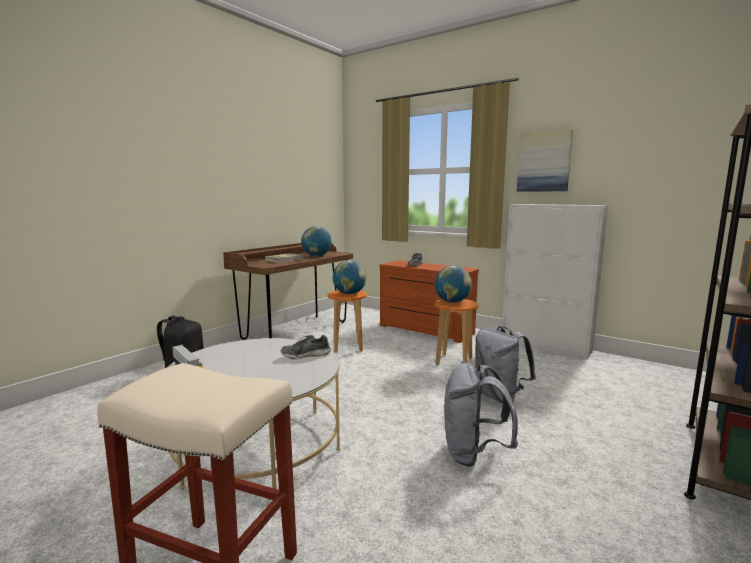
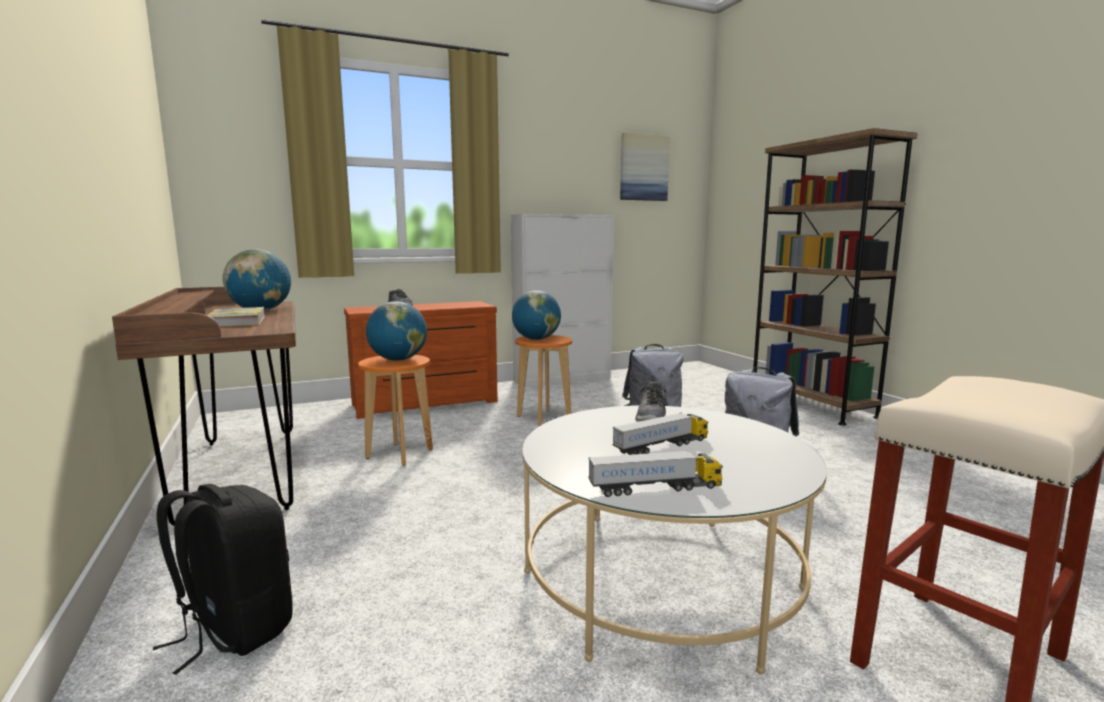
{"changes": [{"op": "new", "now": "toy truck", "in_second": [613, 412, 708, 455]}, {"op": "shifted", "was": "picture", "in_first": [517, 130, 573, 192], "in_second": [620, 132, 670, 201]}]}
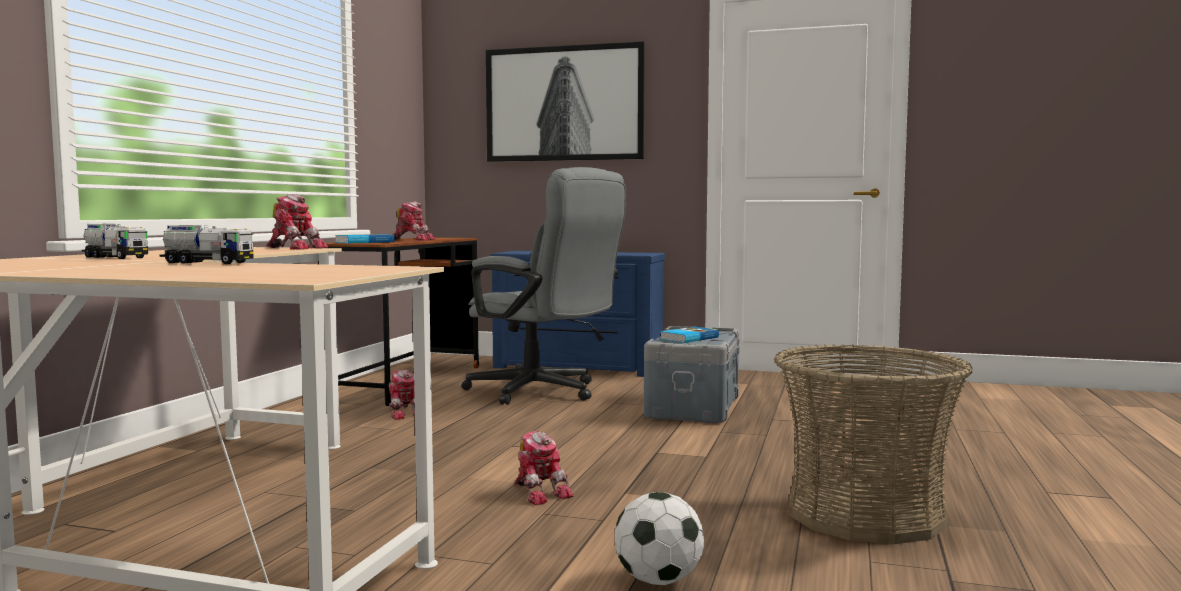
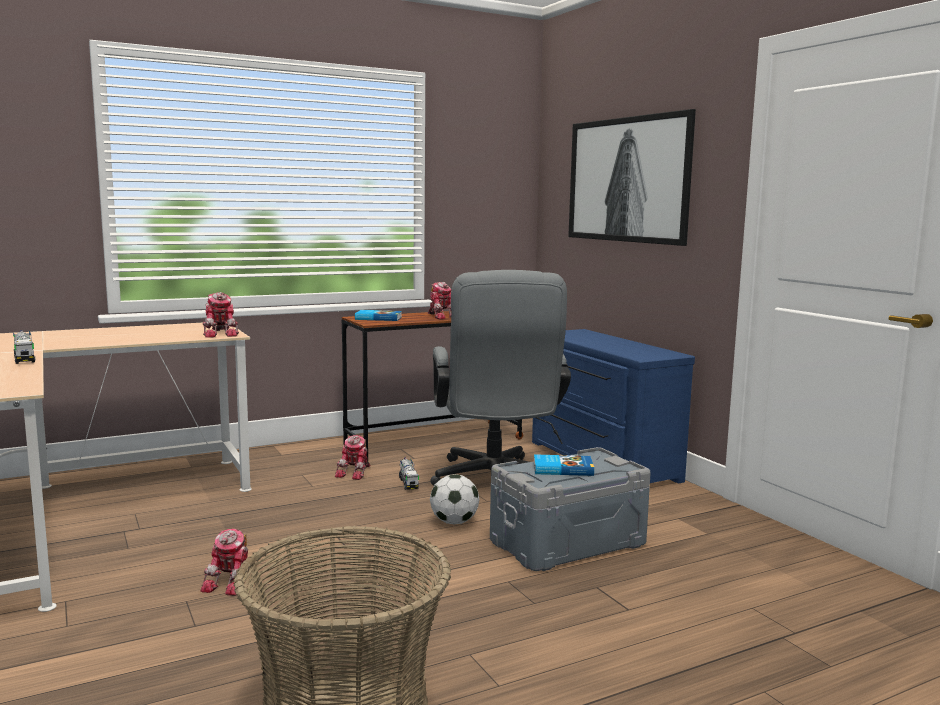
{"changes": [{"op": "shifted", "was": "toy truck", "in_first": [82, 224, 148, 259], "in_second": [399, 457, 419, 490]}, {"op": "shifted", "was": "football", "in_first": [615, 492, 704, 585], "in_second": [430, 474, 480, 524]}]}
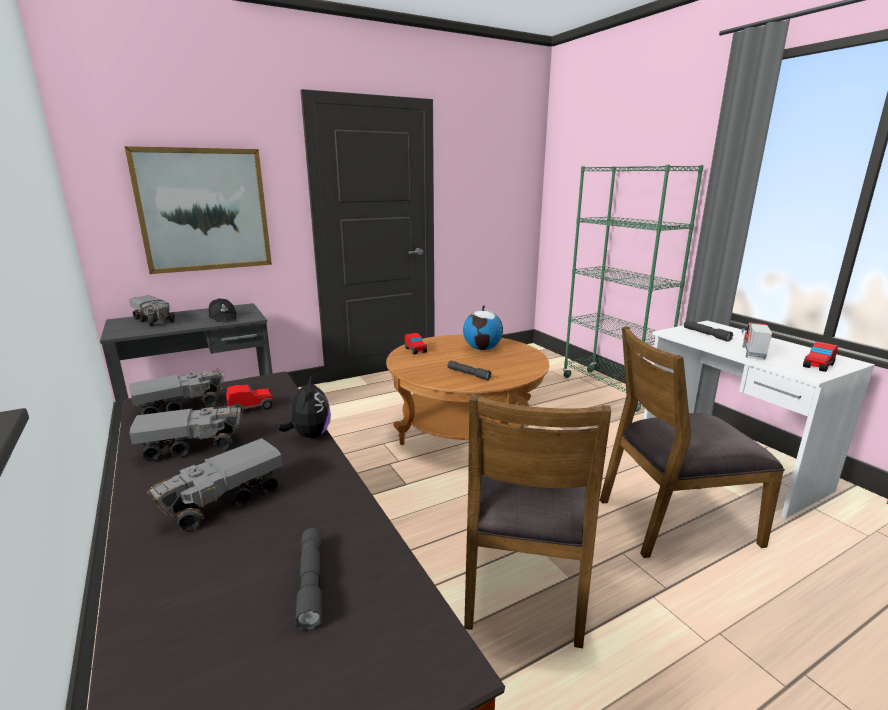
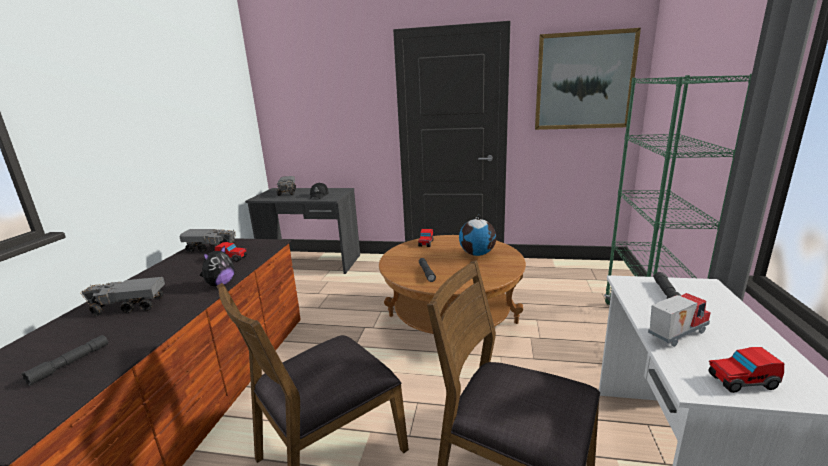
{"changes": [{"op": "gone", "was": "toy truck", "in_first": [129, 404, 243, 462]}, {"op": "shifted", "was": "picture", "in_first": [125, 146, 272, 274], "in_second": [535, 28, 641, 130]}]}
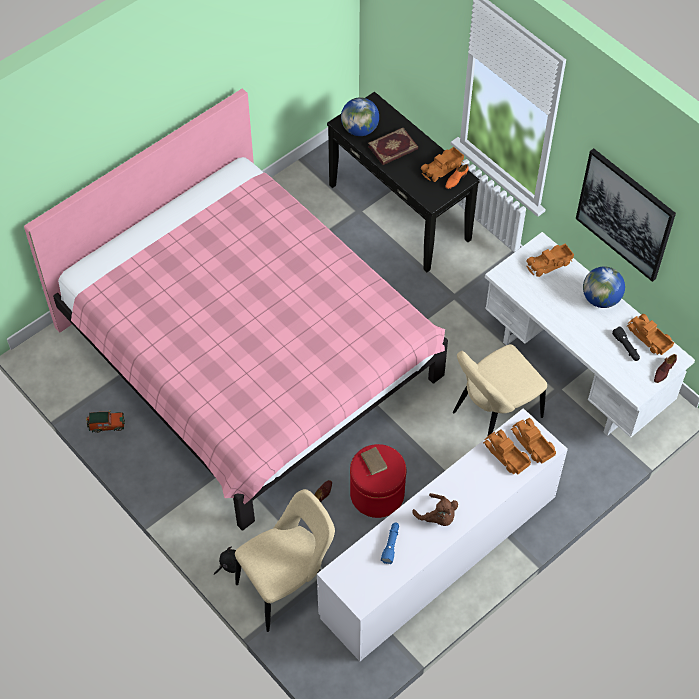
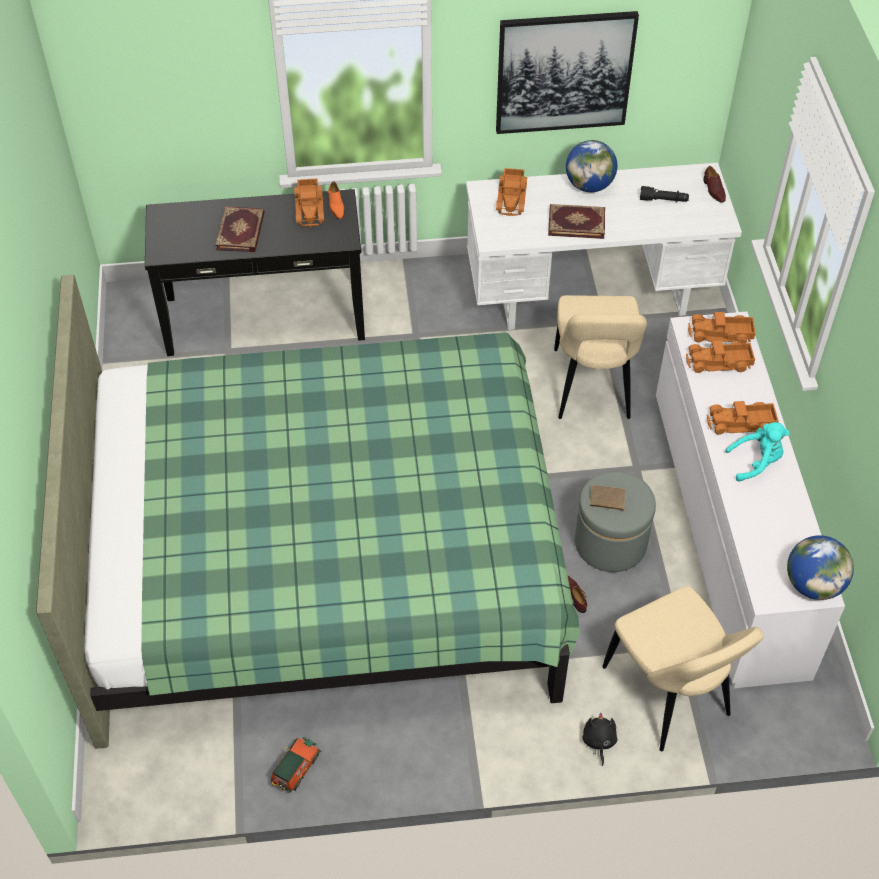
{"changes": [{"op": "gone", "was": "blue flashlight", "in_first": [381, 523, 399, 564]}, {"op": "new", "now": "book", "in_second": [548, 204, 605, 239]}, {"op": "shifted", "was": "globe", "in_first": [341, 97, 379, 136], "in_second": [787, 535, 854, 600]}, {"op": "shifted", "was": "toy truck", "in_first": [627, 314, 674, 355], "in_second": [707, 401, 779, 435]}, {"op": "repainted", "was": "pink bed", "now": "green bed", "in_first": [24, 89, 448, 531], "in_second": [36, 275, 580, 749]}, {"op": "repainted", "was": "red ottoman", "now": "grey ottoman", "in_first": [350, 444, 406, 518], "in_second": [575, 471, 656, 572]}, {"op": "repainted", "was": "brown plush toy", "now": "turquoise plush toy", "in_first": [412, 493, 458, 526], "in_second": [725, 422, 790, 482]}, {"op": "rotated", "was": "beige chair", "in_first": [235, 489, 335, 632], "in_second": [602, 586, 764, 752], "clockwise": 150}]}
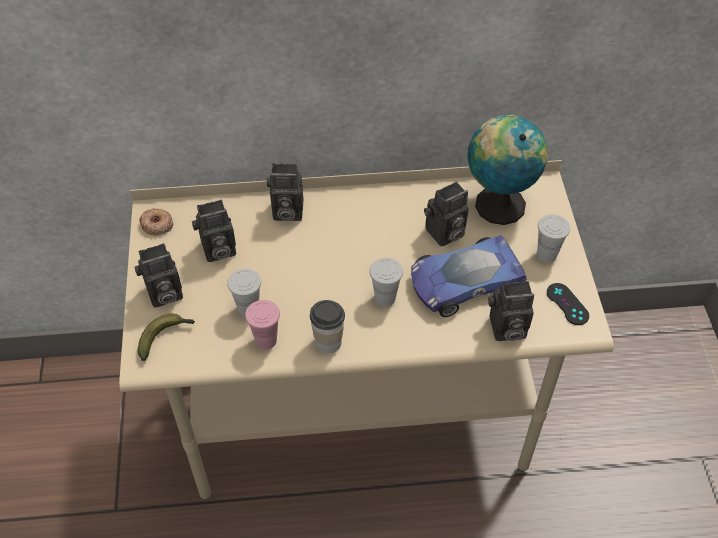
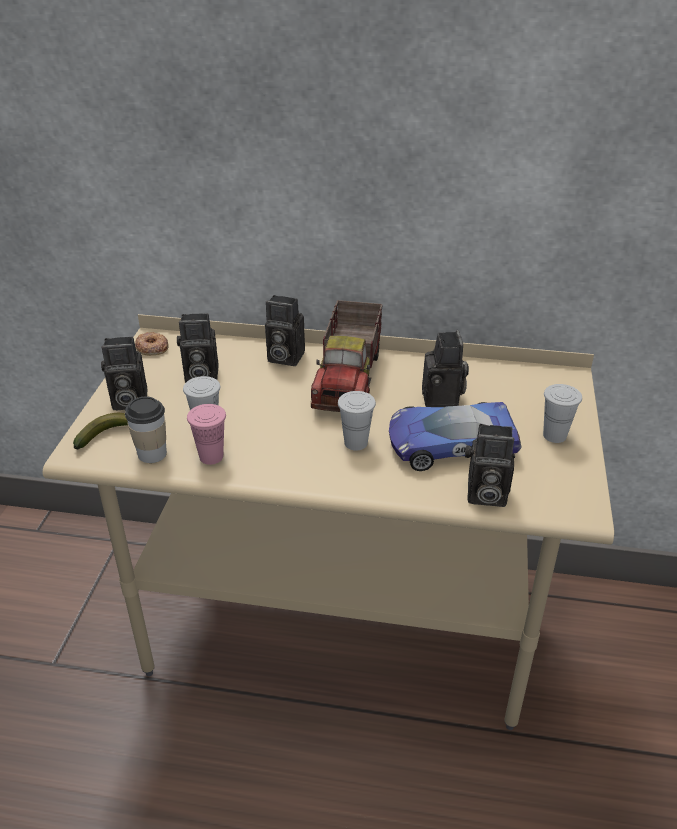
{"changes": [{"op": "gone", "was": "globe", "in_first": [468, 115, 548, 225]}, {"op": "gone", "was": "black game controller", "in_first": [547, 283, 589, 325]}, {"op": "new", "now": "toy truck", "in_second": [311, 300, 383, 412]}, {"op": "shifted", "was": "cup", "in_first": [310, 300, 345, 353], "in_second": [125, 396, 167, 463]}, {"op": "rotated", "was": "photo camera", "in_first": [424, 182, 469, 246], "in_second": [422, 330, 469, 407], "clockwise": -75}]}
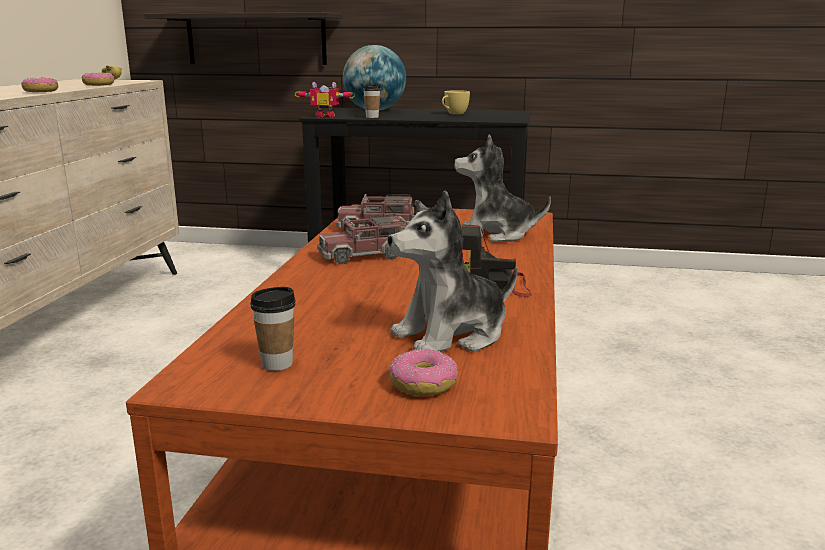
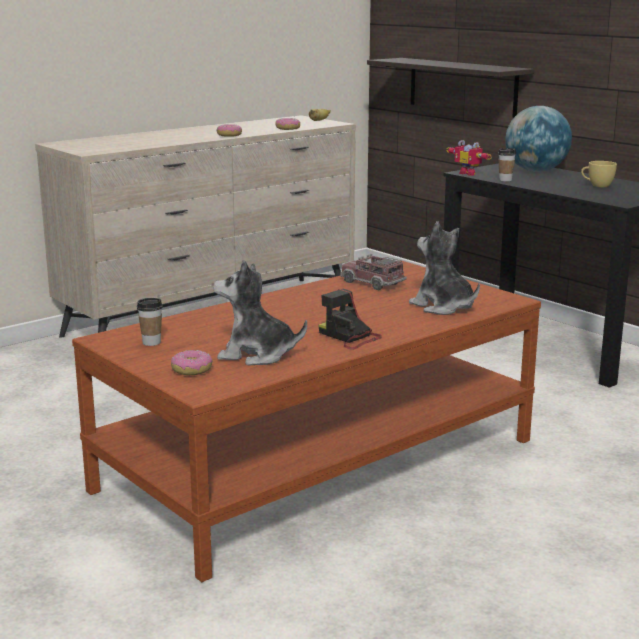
{"changes": [{"op": "gone", "was": "toy truck", "in_first": [317, 214, 407, 264]}]}
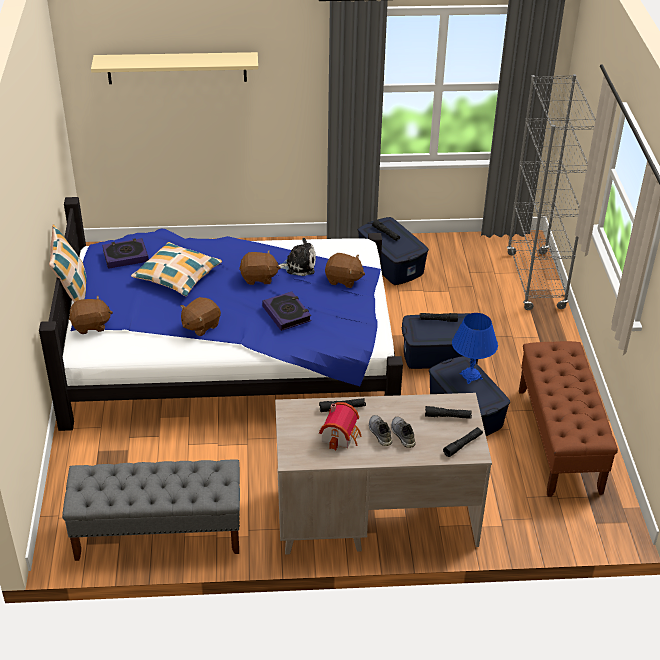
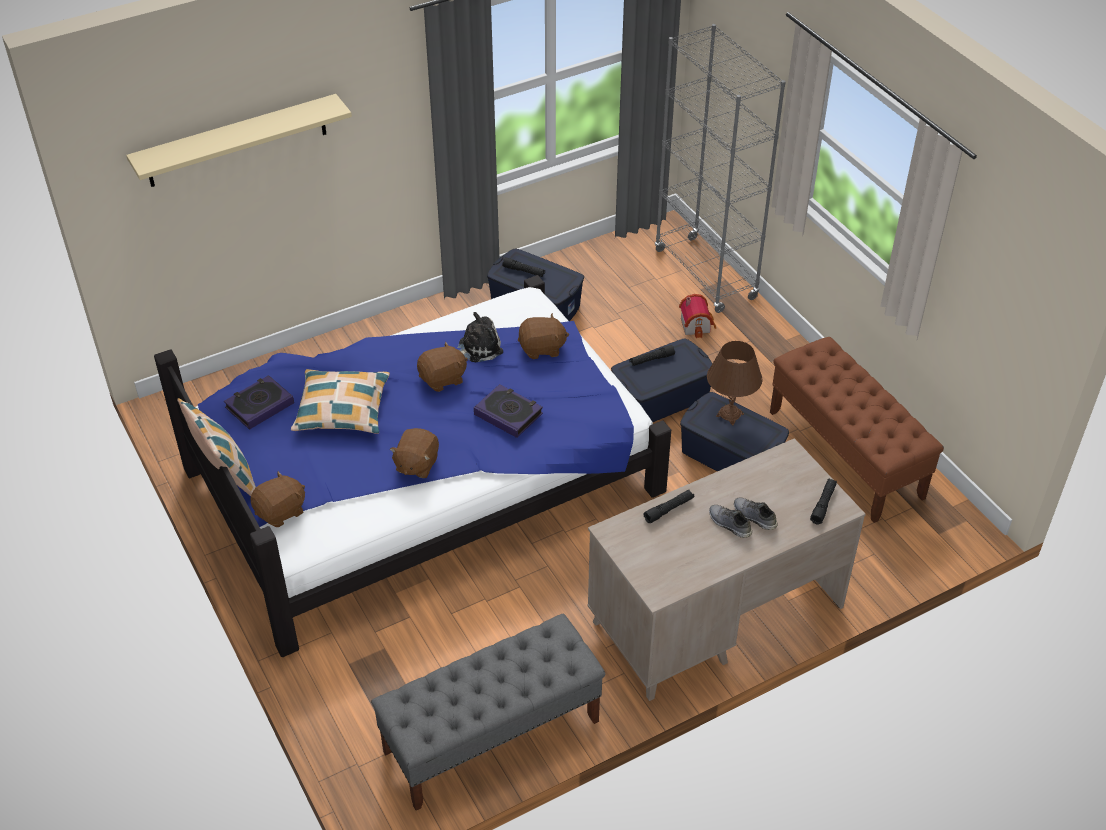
{"changes": [{"op": "gone", "was": "black flashlight", "in_first": [425, 406, 472, 419]}, {"op": "shifted", "was": "toy house", "in_first": [319, 402, 362, 450], "in_second": [679, 294, 716, 338]}, {"op": "repainted", "was": "blue table lamp", "now": "brown table lamp", "in_first": [452, 313, 498, 384], "in_second": [707, 341, 763, 425]}]}
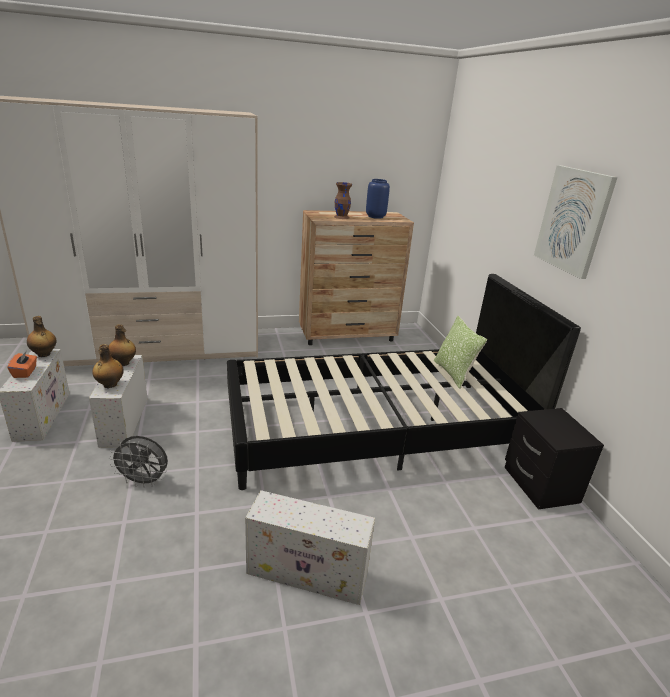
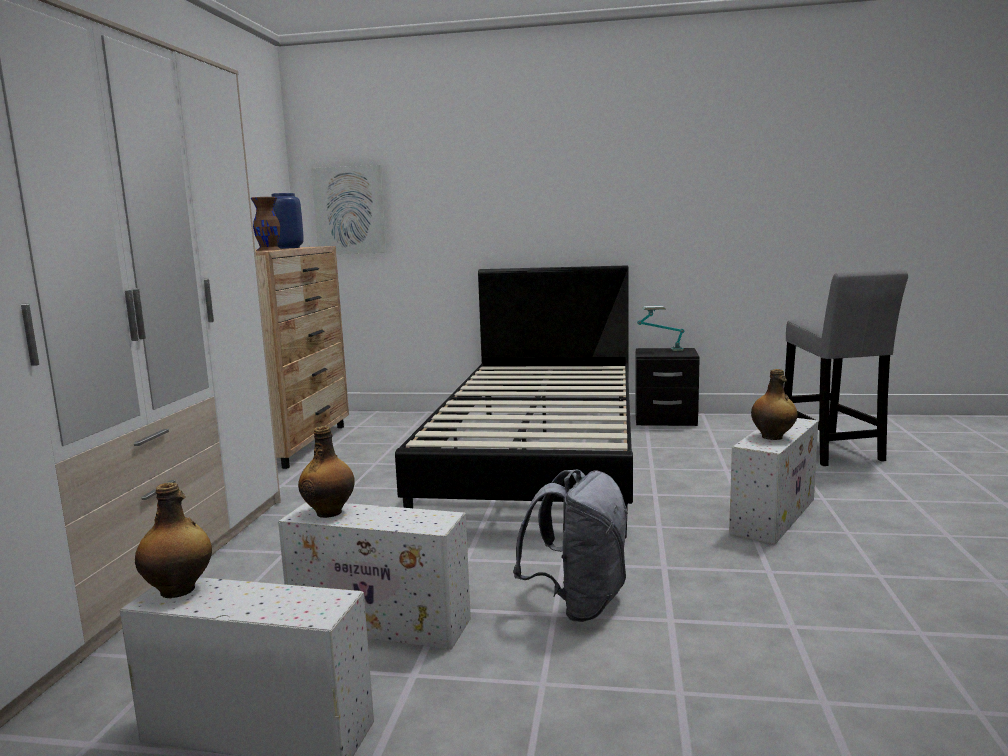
{"changes": [{"op": "gone", "was": "orange tissue box", "in_first": [8, 352, 37, 378]}, {"op": "gone", "was": "pillow", "in_first": [433, 316, 487, 389]}, {"op": "new", "now": "table lamp", "in_second": [637, 306, 684, 351]}, {"op": "new", "now": "grey stool", "in_second": [784, 270, 908, 466]}, {"op": "shifted", "was": "bottle", "in_first": [92, 344, 124, 388], "in_second": [751, 369, 798, 440]}, {"op": "shifted", "was": "picture", "in_first": [534, 165, 618, 279], "in_second": [311, 165, 387, 254]}, {"op": "swapped", "was": "grey fan", "now": "grey backpack", "in_first": [109, 436, 168, 488], "in_second": [513, 469, 628, 622]}]}
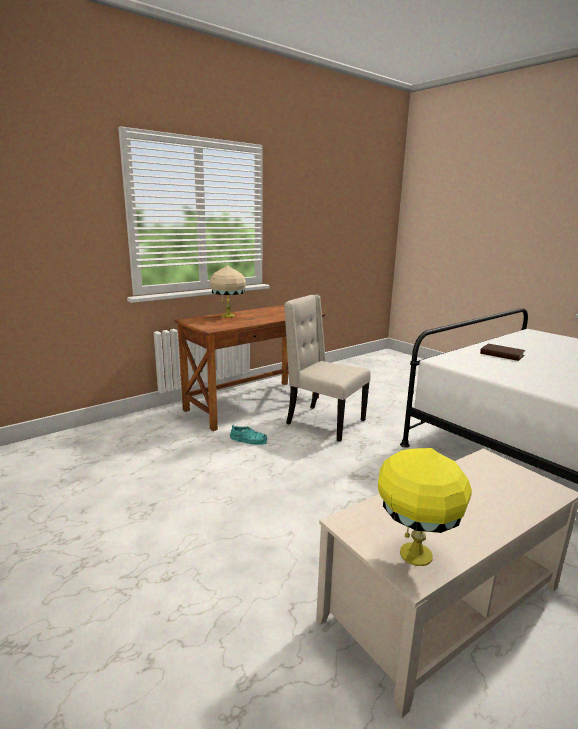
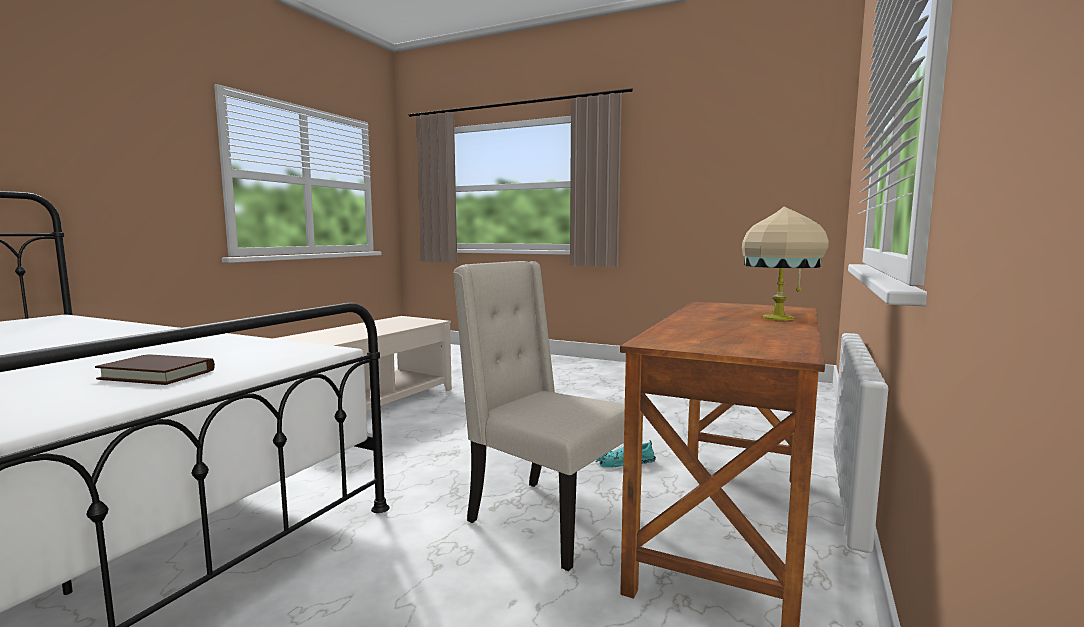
{"changes": [{"op": "gone", "was": "yellow table lamp", "in_first": [378, 448, 472, 566]}, {"op": "rotated", "was": "beige chair", "in_first": [284, 295, 371, 442], "in_second": [453, 261, 625, 571], "clockwise": -150}]}
